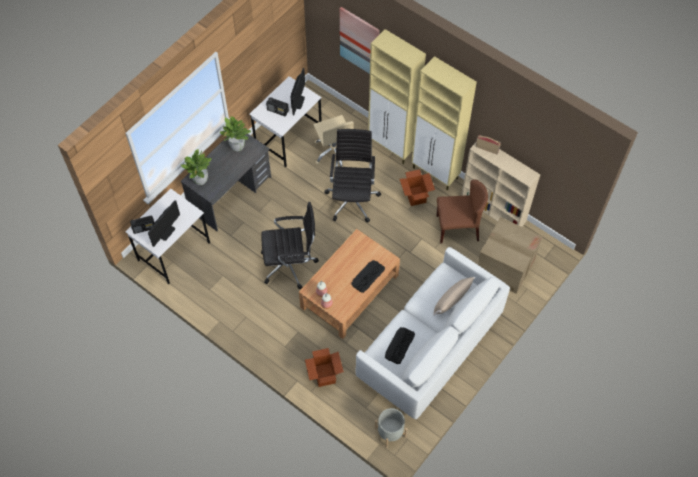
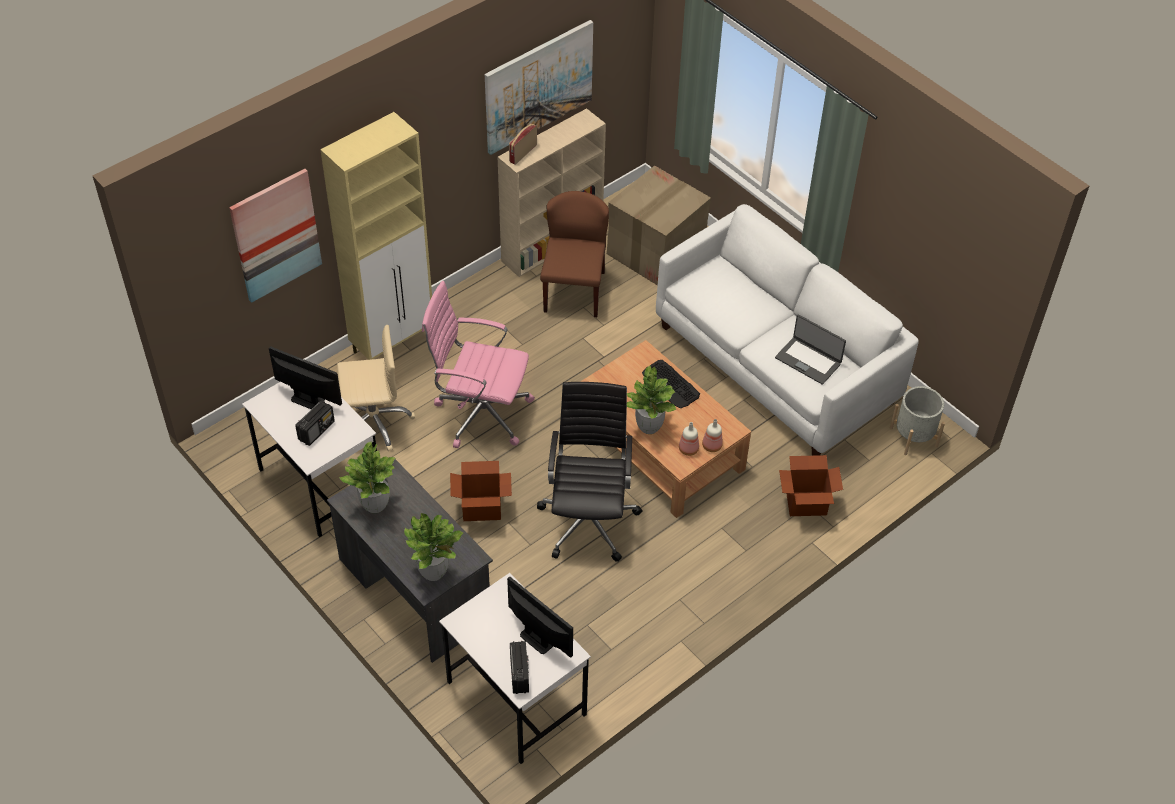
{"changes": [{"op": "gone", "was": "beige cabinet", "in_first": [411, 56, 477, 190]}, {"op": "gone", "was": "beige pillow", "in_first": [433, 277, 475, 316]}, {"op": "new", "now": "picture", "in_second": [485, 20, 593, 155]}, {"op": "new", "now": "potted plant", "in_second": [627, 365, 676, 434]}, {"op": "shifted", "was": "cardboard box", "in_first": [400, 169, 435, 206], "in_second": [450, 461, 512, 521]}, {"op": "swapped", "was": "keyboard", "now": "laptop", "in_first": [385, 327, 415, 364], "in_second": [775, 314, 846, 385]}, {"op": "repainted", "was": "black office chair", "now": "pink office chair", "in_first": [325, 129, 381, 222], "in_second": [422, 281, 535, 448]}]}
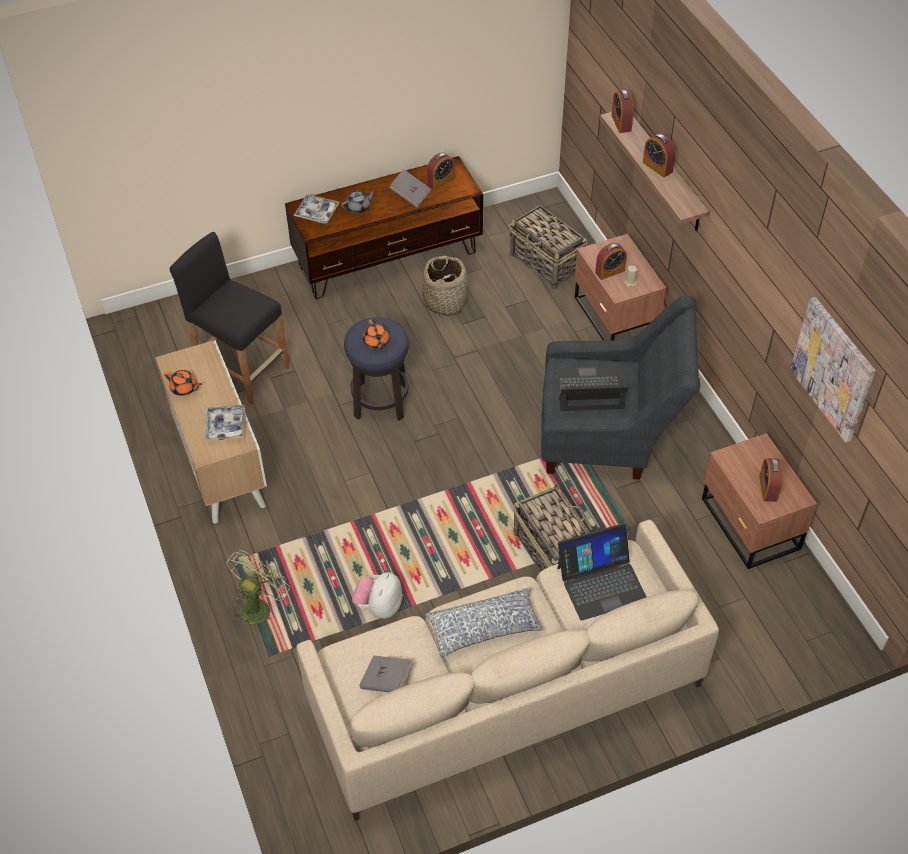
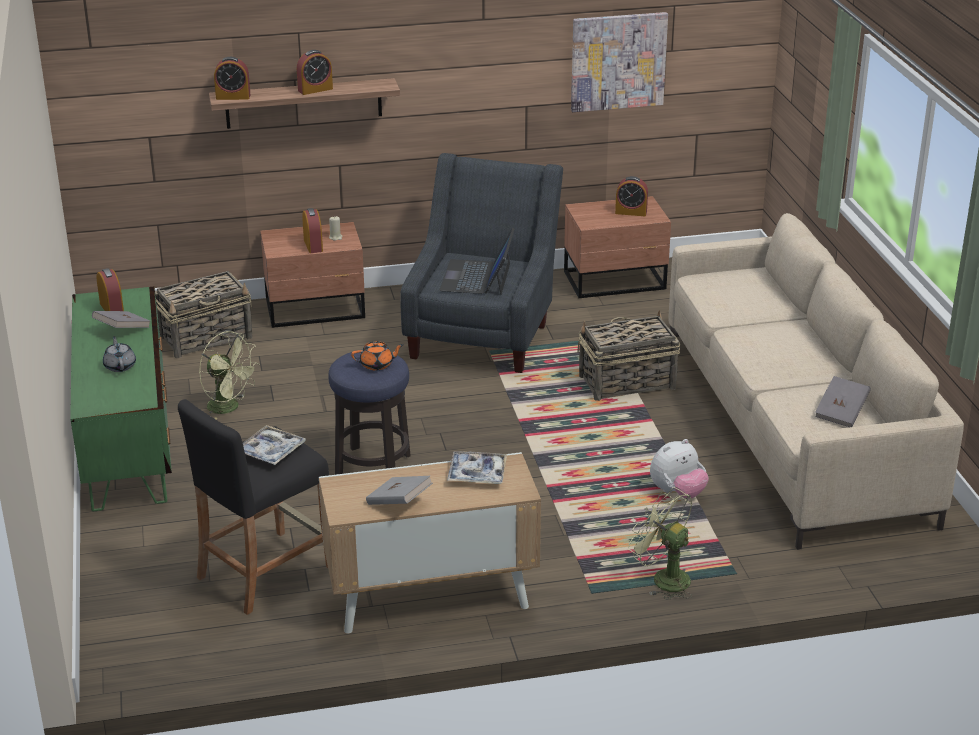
{"changes": [{"op": "gone", "was": "pillow", "in_first": [424, 587, 544, 657]}, {"op": "gone", "was": "laptop", "in_first": [557, 523, 646, 620]}, {"op": "shifted", "was": "tray", "in_first": [294, 194, 340, 224], "in_second": [243, 425, 306, 465]}, {"op": "swapped", "was": "orange teapot", "now": "grey book", "in_first": [164, 370, 202, 396], "in_second": [366, 476, 433, 505]}, {"op": "swapped", "was": "basket", "now": "green fan", "in_first": [422, 256, 468, 316], "in_second": [199, 331, 260, 420]}, {"op": "repainted", "was": "brown tv stand", "now": "green tv stand", "in_first": [285, 156, 483, 299], "in_second": [70, 287, 172, 511]}, {"op": "rotated", "was": "plush toy", "in_first": [352, 572, 402, 619], "in_second": [650, 439, 709, 499], "clockwise": -60}]}
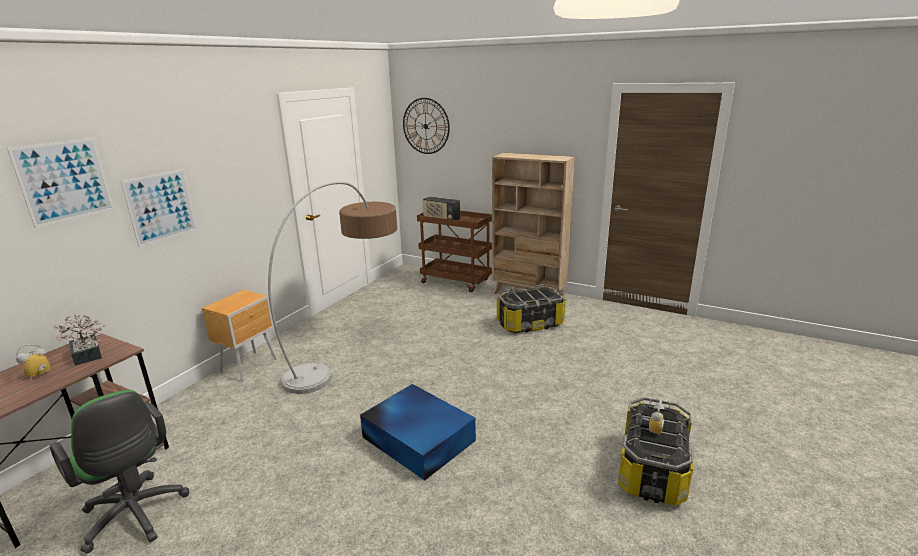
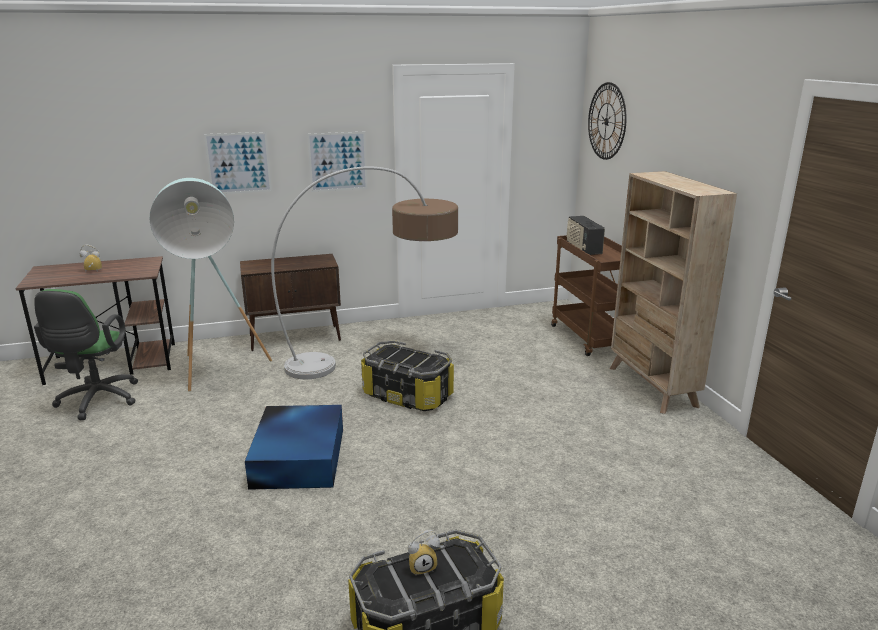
{"changes": [{"op": "gone", "was": "potted plant", "in_first": [54, 315, 105, 366]}, {"op": "new", "now": "turquoise floor lamp", "in_second": [150, 178, 272, 392]}, {"op": "shifted", "was": "picture", "in_first": [7, 138, 114, 228], "in_second": [307, 132, 367, 192]}, {"op": "shifted", "was": "storage box", "in_first": [497, 284, 566, 333], "in_second": [361, 340, 454, 411]}, {"op": "swapped", "was": "brown nightstand", "now": "brown cabinet", "in_first": [202, 290, 277, 381], "in_second": [240, 254, 341, 351]}]}
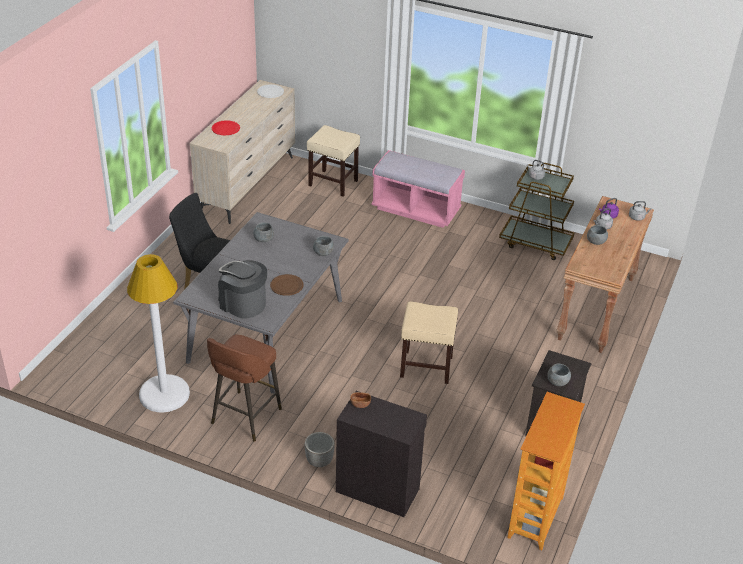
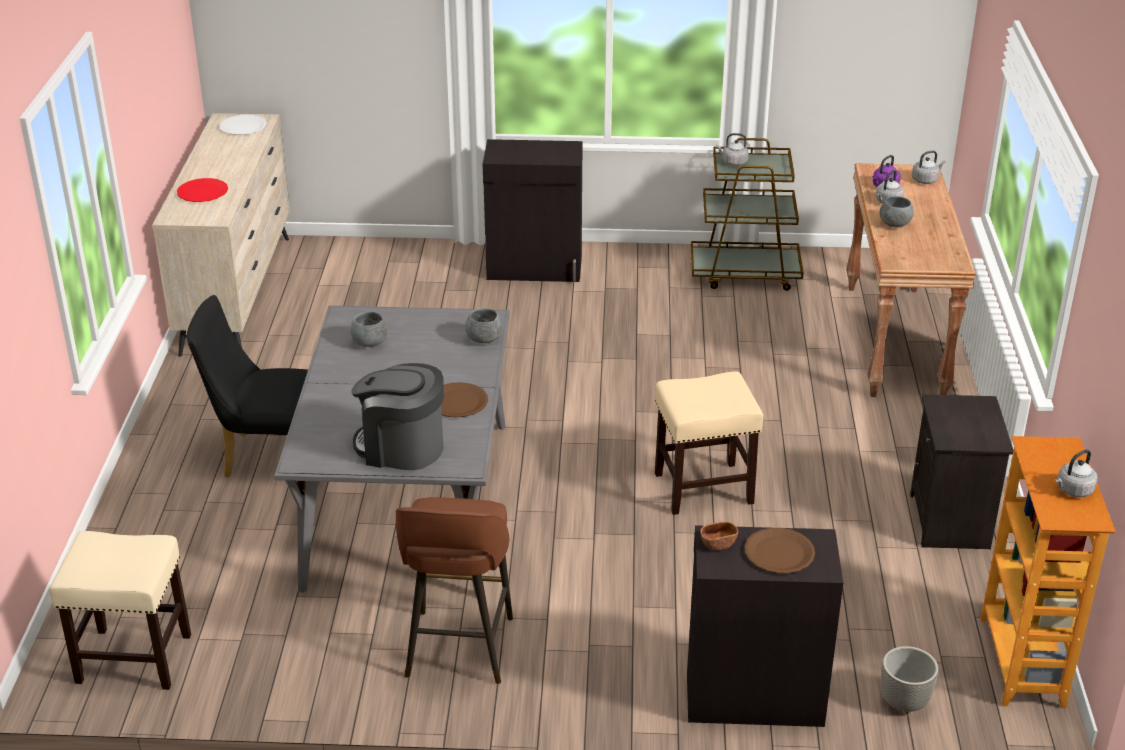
{"changes": [{"op": "gone", "was": "white floor lamp", "in_first": [127, 254, 190, 412]}, {"op": "gone", "was": "grey bowl", "in_first": [547, 364, 571, 386]}, {"op": "new", "now": "brown plate", "in_second": [745, 528, 815, 573]}, {"op": "new", "now": "grey kettle", "in_second": [1055, 449, 1098, 497]}, {"op": "shifted", "was": "planter", "in_first": [305, 432, 335, 467], "in_second": [881, 646, 939, 712]}, {"op": "shifted", "was": "beige stool", "in_first": [307, 125, 360, 197], "in_second": [49, 531, 191, 690]}, {"op": "swapped", "was": "pink bench", "now": "black cabinet", "in_first": [371, 150, 465, 228], "in_second": [483, 139, 583, 282]}]}
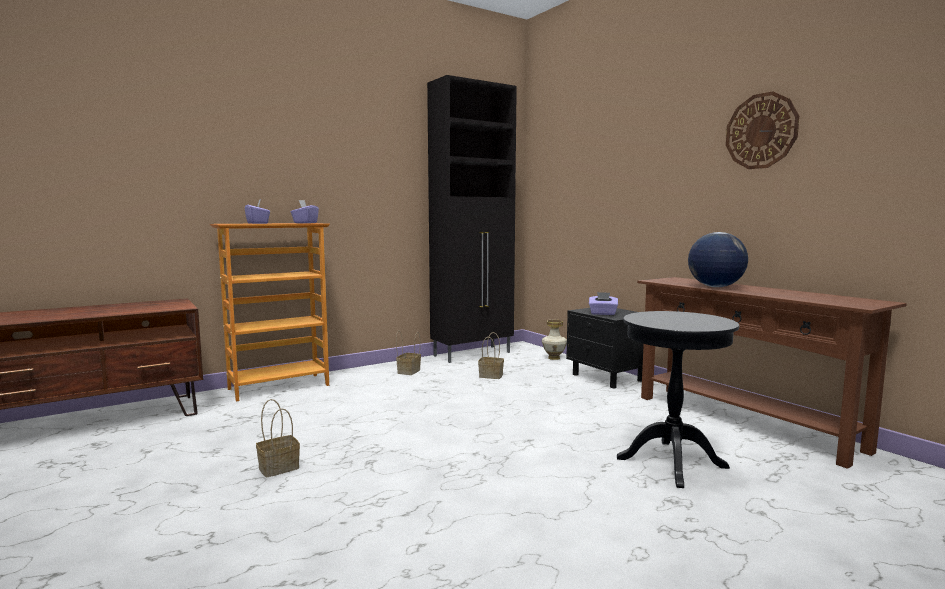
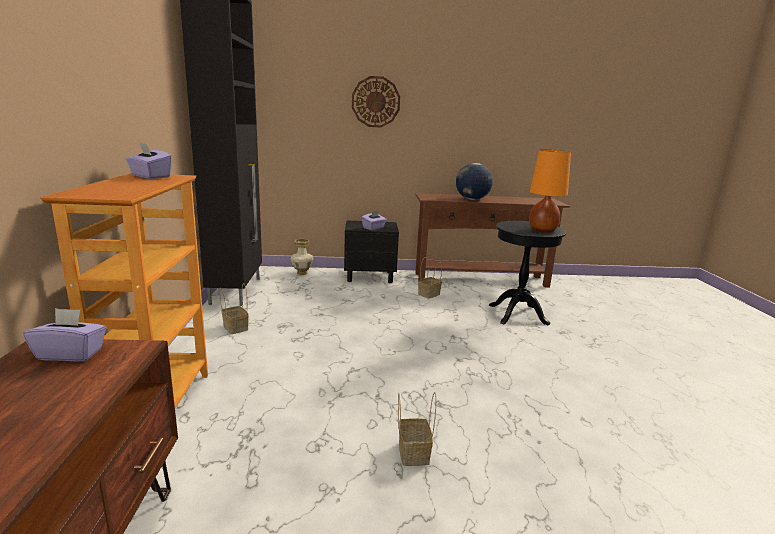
{"changes": [{"op": "new", "now": "orange table lamp", "in_second": [529, 150, 571, 233]}, {"op": "shifted", "was": "purple tissue box", "in_first": [245, 199, 270, 224], "in_second": [23, 308, 107, 361]}, {"op": "shifted", "was": "basket", "in_first": [478, 332, 504, 379], "in_second": [418, 257, 442, 299]}, {"op": "shifted", "was": "wall clock", "in_first": [726, 91, 799, 169], "in_second": [352, 76, 400, 128]}]}
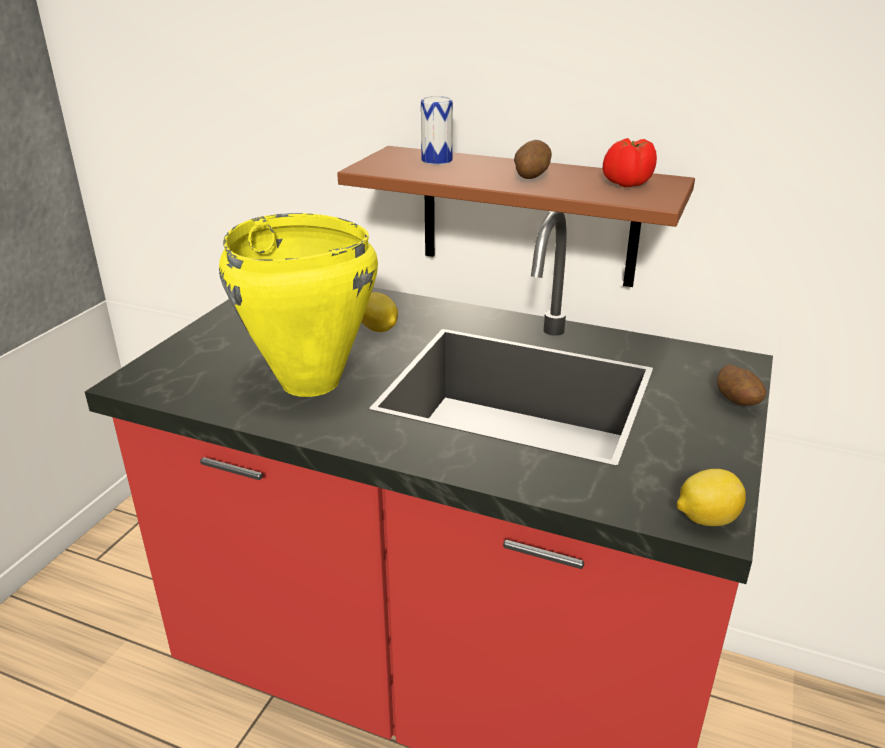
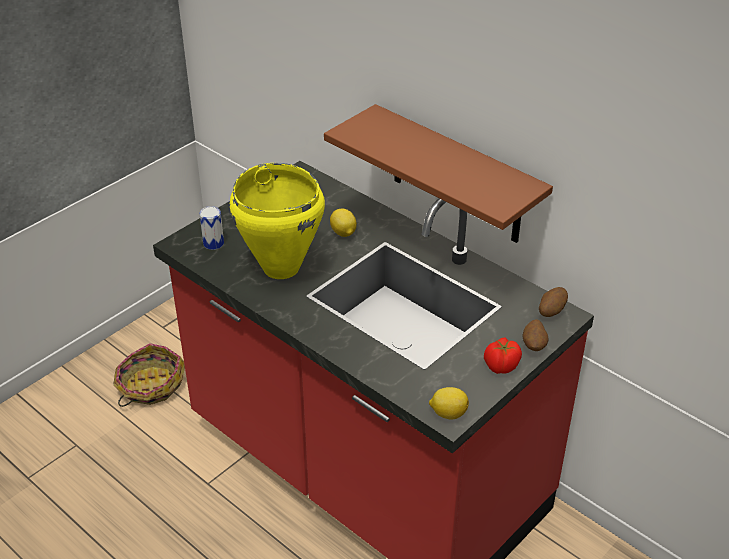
{"changes": [{"op": "new", "now": "basket", "in_second": [113, 343, 185, 407]}, {"op": "shifted", "was": "can", "in_first": [421, 96, 453, 164], "in_second": [199, 206, 224, 250]}, {"op": "shifted", "was": "potato", "in_first": [514, 140, 552, 179], "in_second": [539, 287, 568, 317]}, {"op": "shifted", "was": "tomato", "in_first": [602, 138, 657, 187], "in_second": [484, 337, 522, 374]}]}
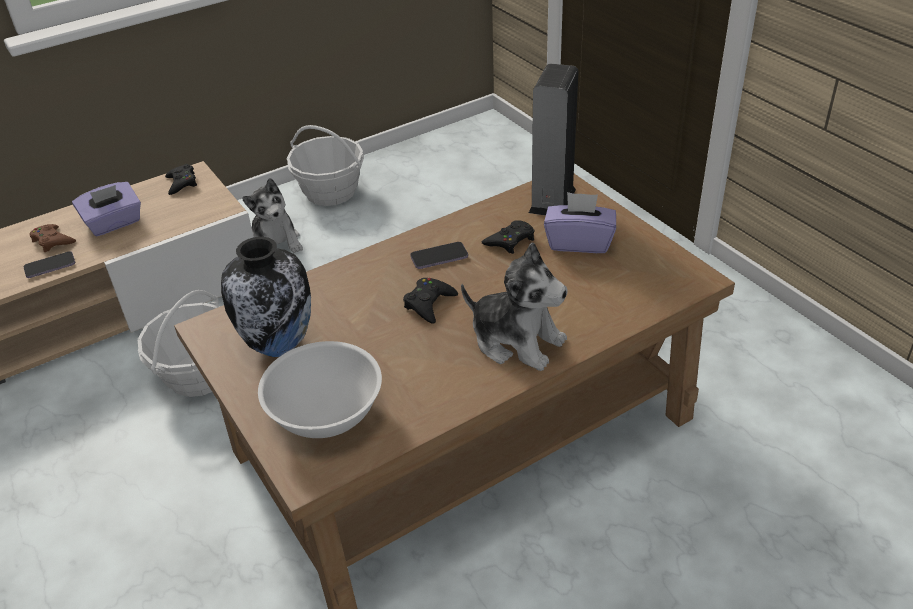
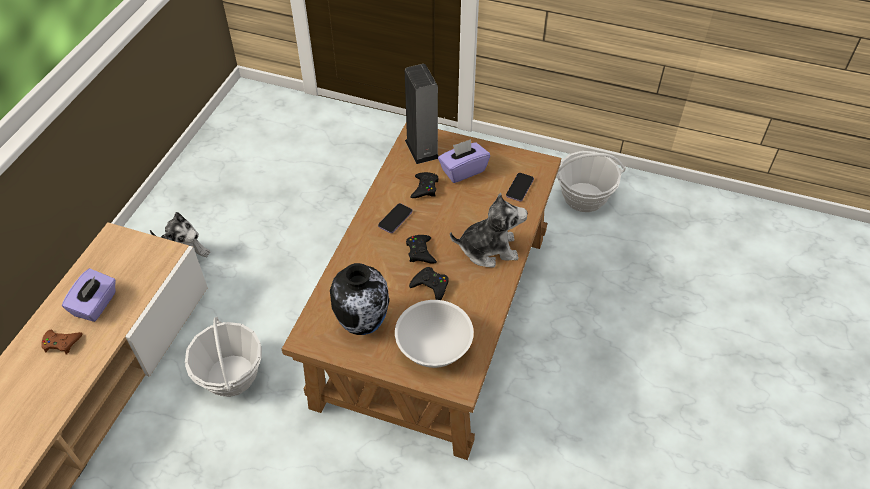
{"changes": [{"op": "shifted", "was": "phone", "in_first": [24, 251, 75, 278], "in_second": [506, 173, 534, 201]}, {"op": "shifted", "was": "black game controller", "in_first": [165, 164, 197, 195], "in_second": [409, 267, 448, 300]}, {"op": "shifted", "was": "basket", "in_first": [287, 125, 364, 206], "in_second": [556, 151, 626, 212]}]}
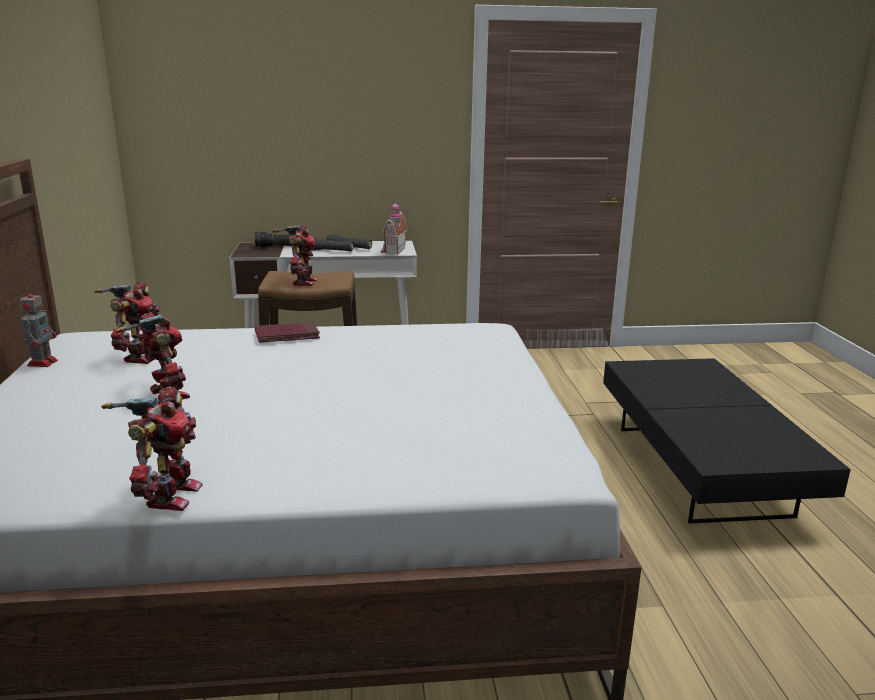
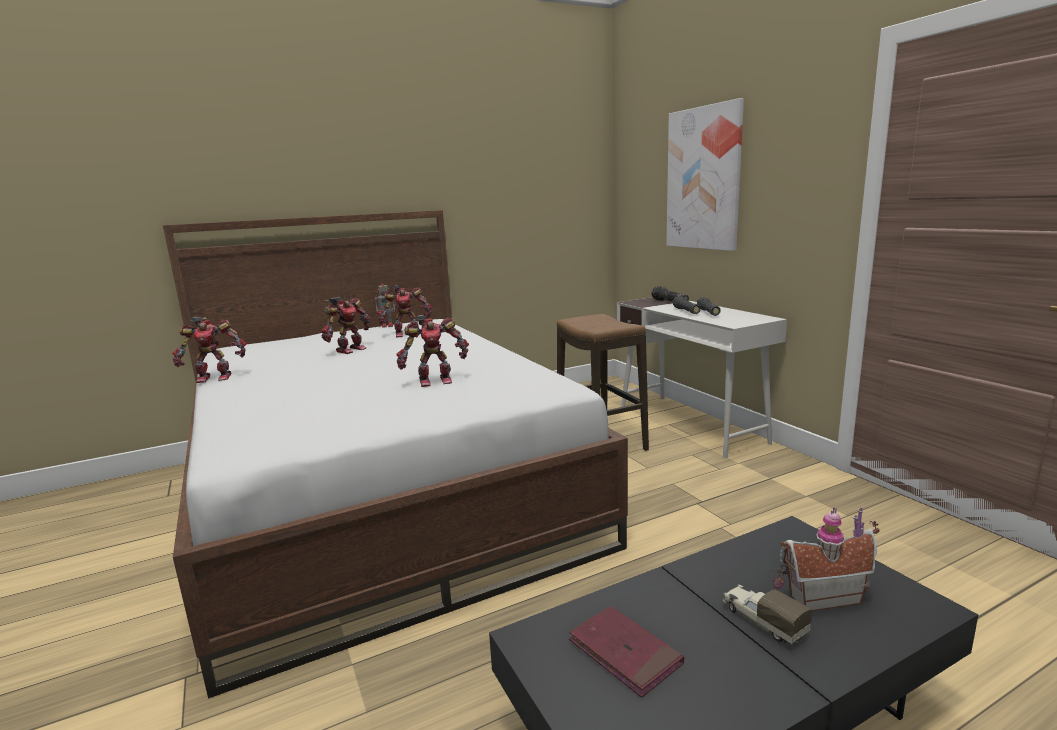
{"changes": [{"op": "new", "now": "picture", "in_second": [666, 98, 744, 251]}, {"op": "new", "now": "toy truck", "in_second": [723, 584, 812, 644]}, {"op": "shifted", "was": "red book", "in_first": [255, 322, 320, 343], "in_second": [569, 606, 684, 698]}, {"op": "shifted", "was": "toy robot", "in_first": [272, 225, 318, 286], "in_second": [396, 315, 469, 387]}, {"op": "shifted", "was": "toy house", "in_first": [381, 201, 407, 255], "in_second": [773, 507, 879, 611]}]}
